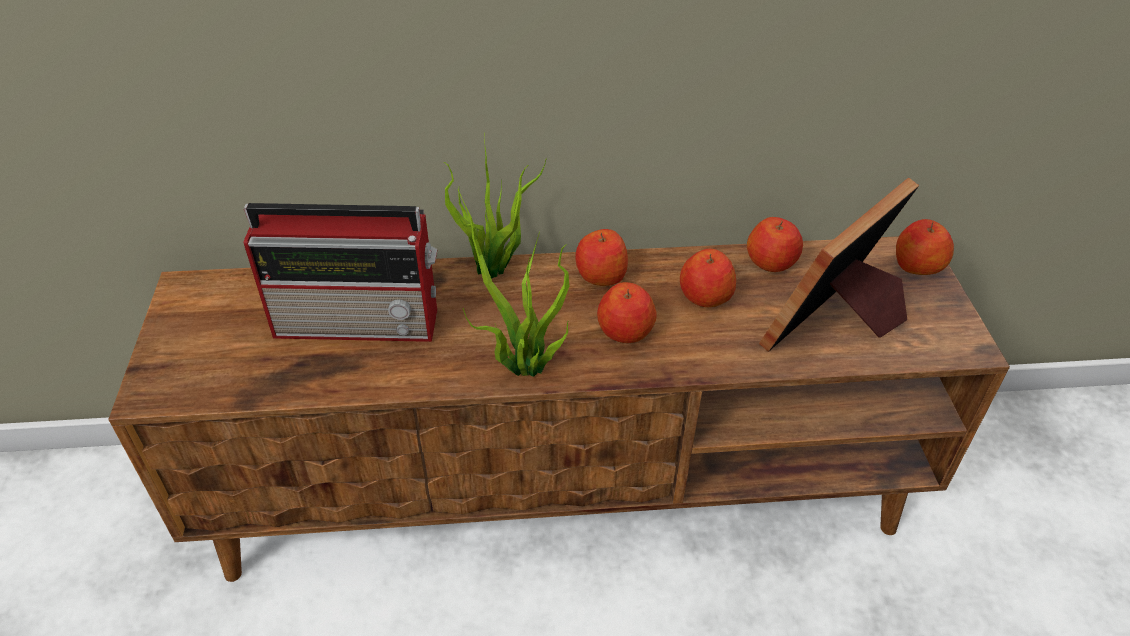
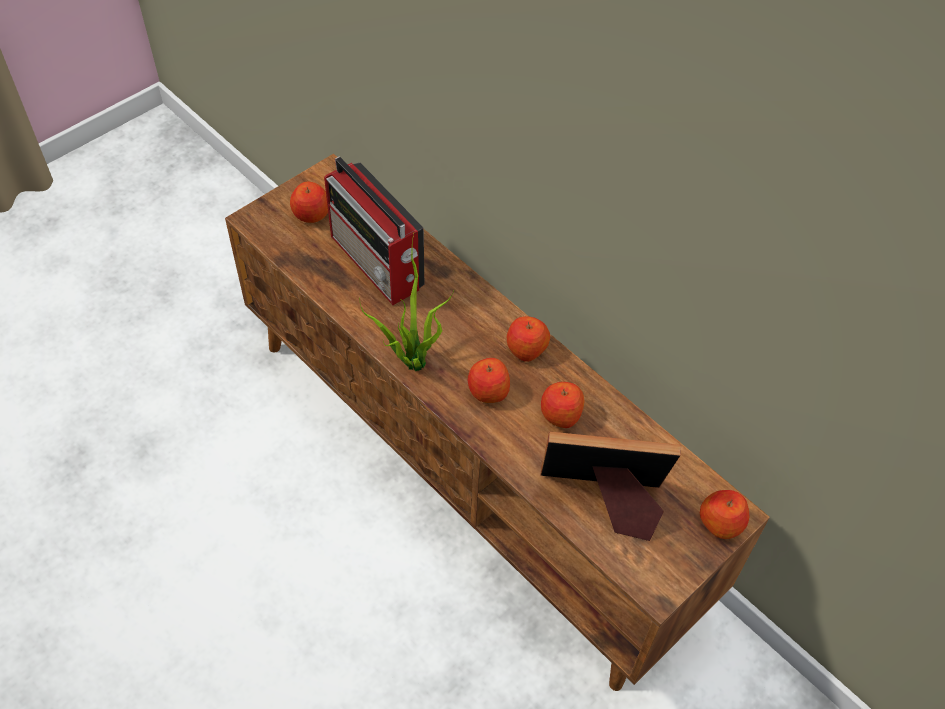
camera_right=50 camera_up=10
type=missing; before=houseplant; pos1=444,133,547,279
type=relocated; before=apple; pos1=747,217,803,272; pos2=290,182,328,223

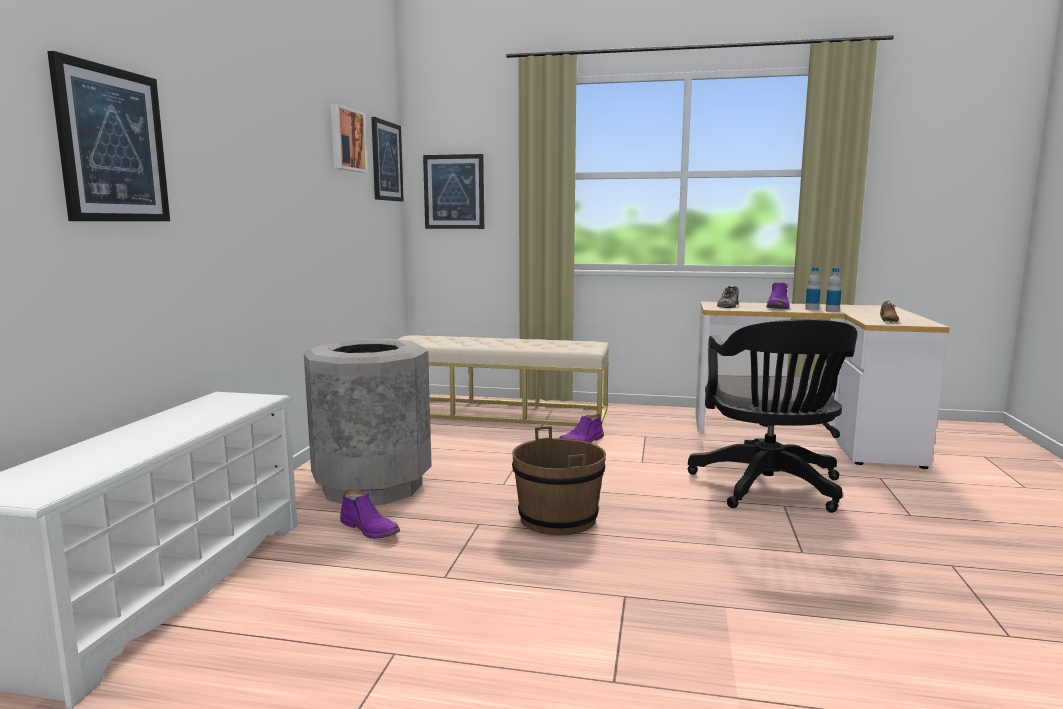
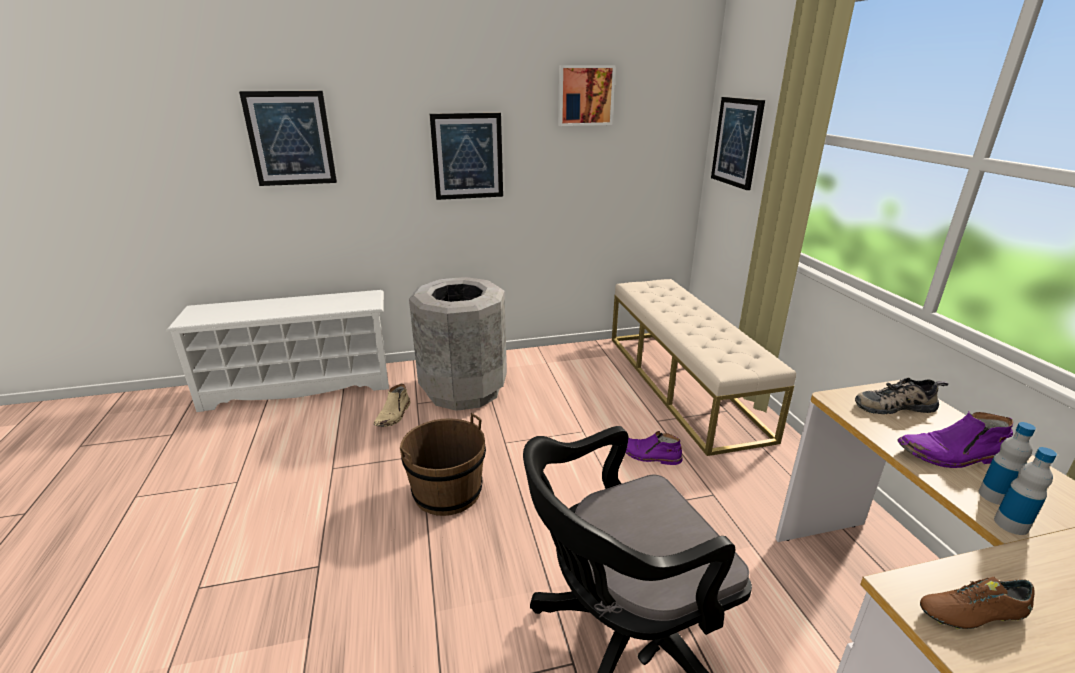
camera_right=65 camera_up=15
type=colour; before=tall boot in purple; after=tall boot in sand-coloured; pos1=340,489,400,539; pos2=373,383,410,427
type=relocated; before=wall picture; pos1=371,117,404,201; pos2=430,113,503,200

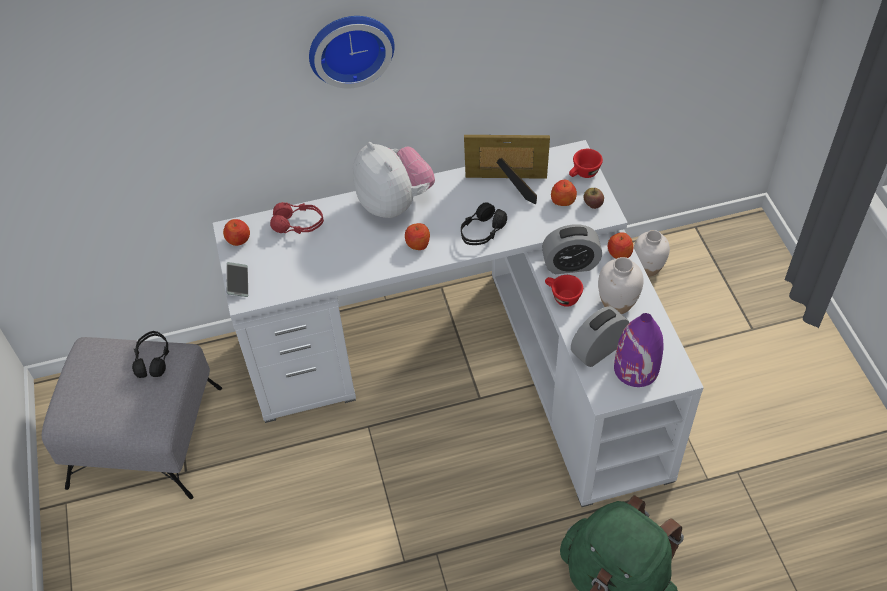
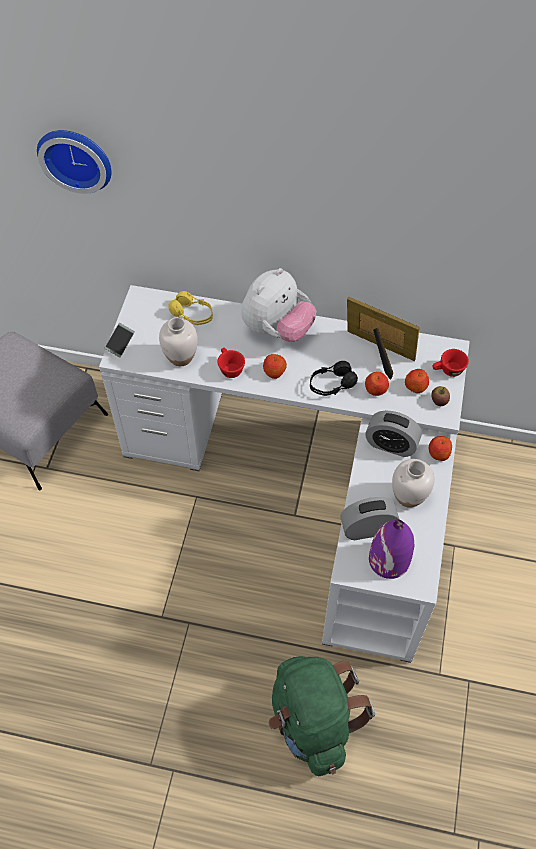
camera_right=25 camera_up=5
type=missing; before=pair of headphones in black-coloured; pos1=132,331,169,378
type=relocated; before=apple; pos1=223,219,250,246; pos2=365,372,389,396
type=colour; before=pair of headphones in red; after=pair of headphones in yellow; pos1=270,202,324,234; pos2=168,291,213,325
type=relocated; before=hanging clock; pos1=309,16,395,89; pos2=37,130,111,194
type=spun; before=plush toy; pos1=353,142,435,218; pos2=241,268,316,342; turn=45
type=relocated; before=cup in red; pos1=545,275,583,307; pos2=218,348,245,378
type=relocated; before=decorative vase in white-coloured; pos1=634,230,670,277; pos2=159,317,198,366

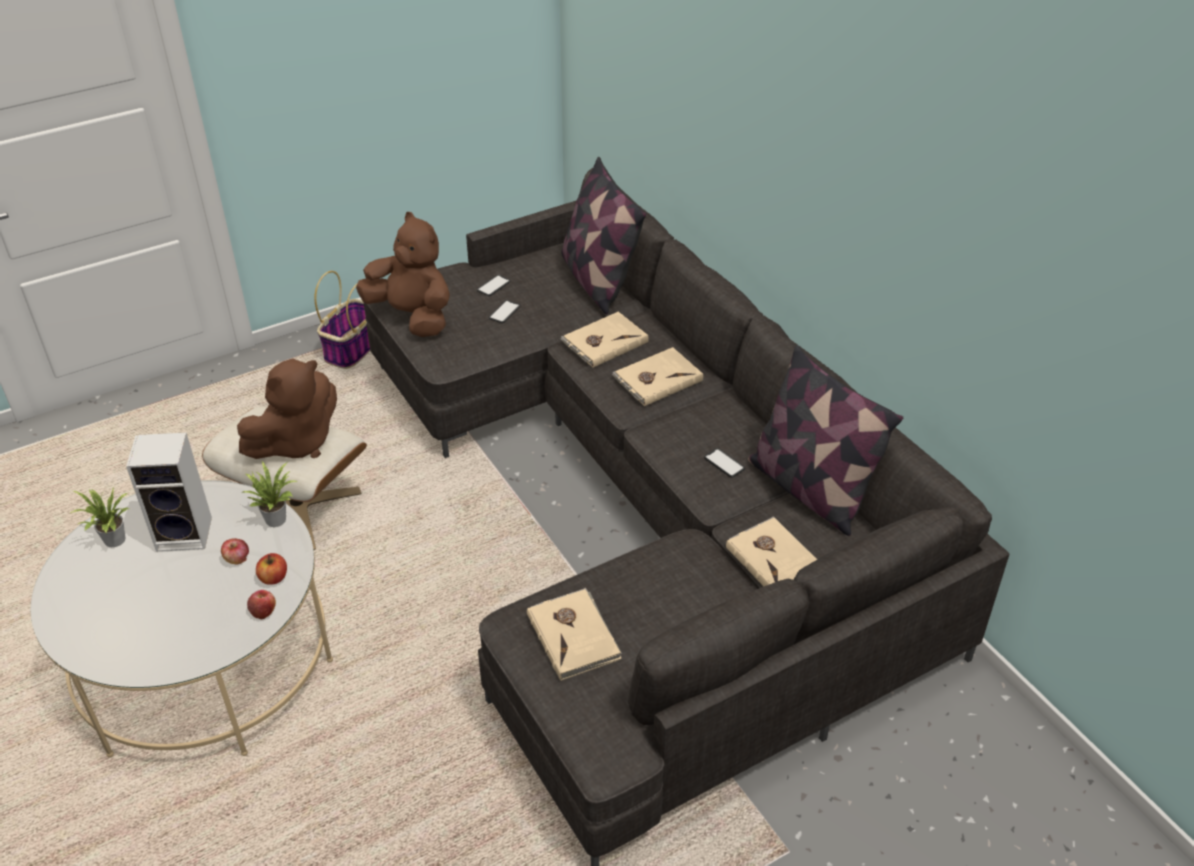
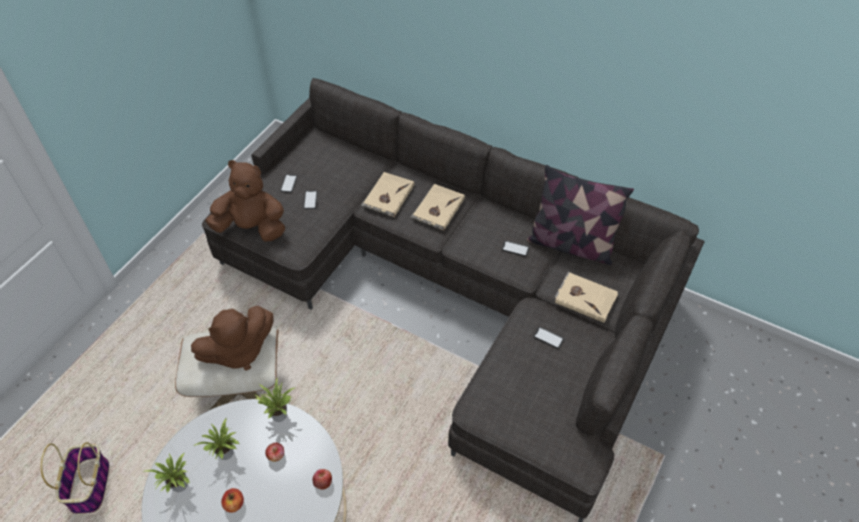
camera_right=-30 camera_up=10
type=exchanged; before=audio speaker; after=houseplant; pos1=126,433,212,552; pos2=194,419,239,460
type=spun; before=plush toy in brownish; pos1=237,358,337,459; pos2=191,306,274,371; turn=45
type=relocated; before=apple; pos1=256,553,287,585; pos2=221,488,244,513
type=relocated; before=storage basket; pos1=314,271,370,369; pos2=41,442,109,514
type=missing; before=volume in sand-coloured; pos1=527,588,622,681
type=missing; before=pillow; pos1=561,157,646,314
type=appeared; after=telephone; pos2=534,327,564,349

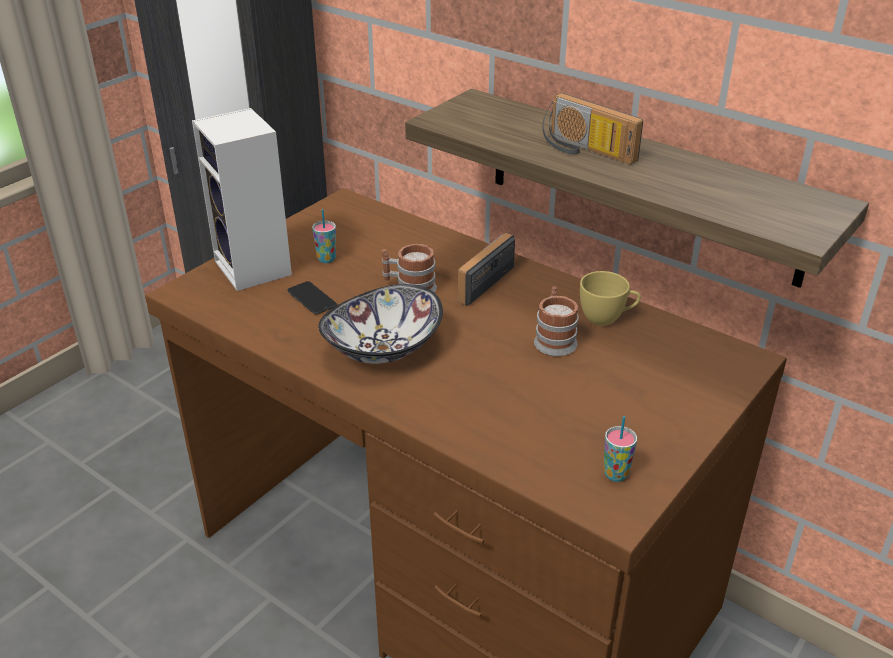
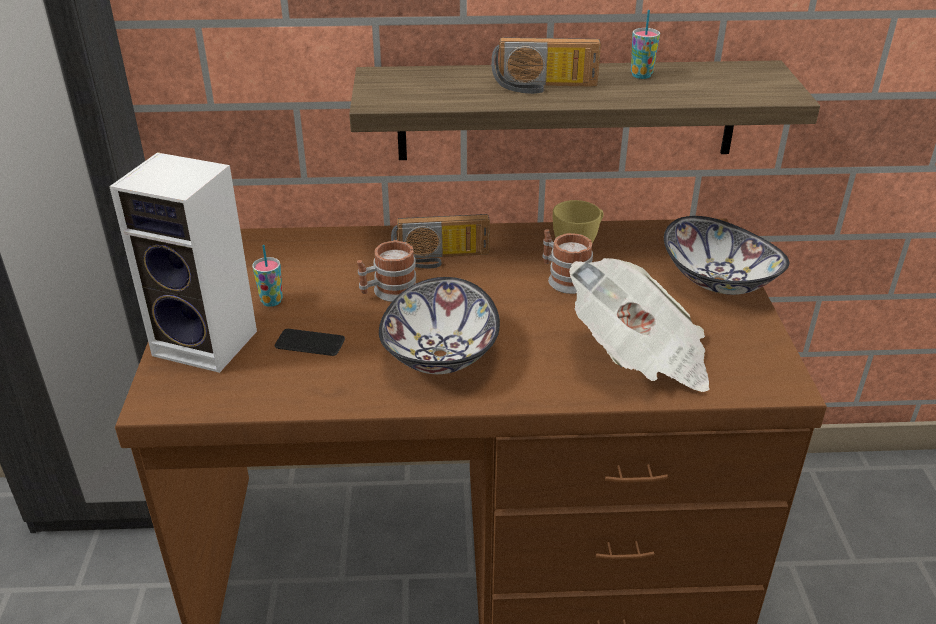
camera_right=-40 camera_up=0
type=spun; before=radio; pos1=458,233,515,306; pos2=391,214,490,268; turn=-90
type=relocated; before=cup; pos1=603,416,637,482; pos2=631,10,660,79
type=appeared; after=daily paper; pos2=569,258,710,392
type=appeared; after=serving bowl; pos2=664,216,789,295

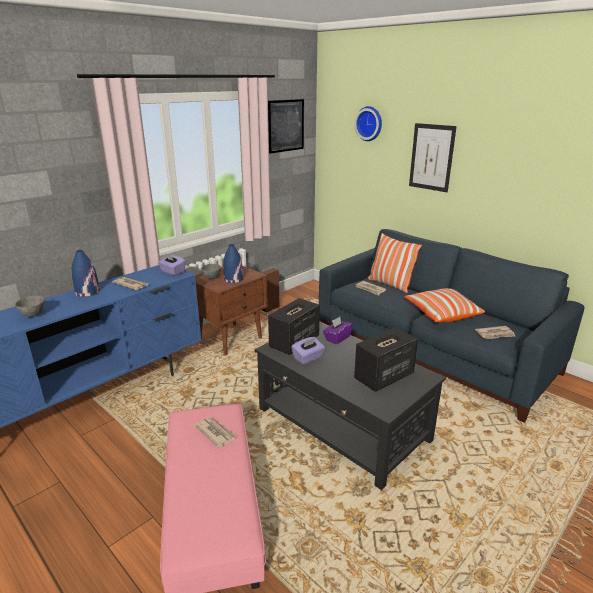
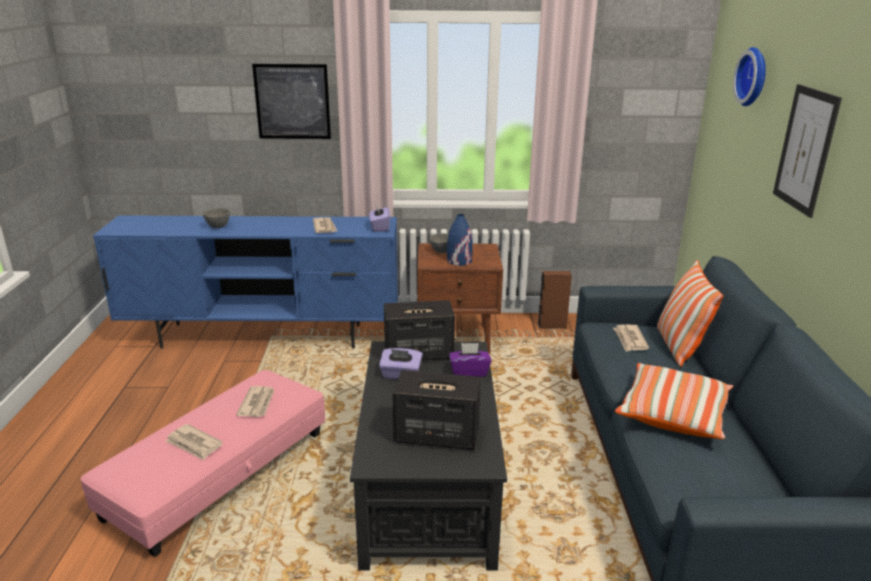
camera_right=45 camera_up=0
type=missing; before=decorative vase in blue-coloured; pos1=72,250,100,297
type=relocated; before=wall picture; pos1=268,99,304,154; pos2=252,64,331,139
type=relocated; before=daily paper; pos1=475,326,515,339; pos2=166,424,223,461

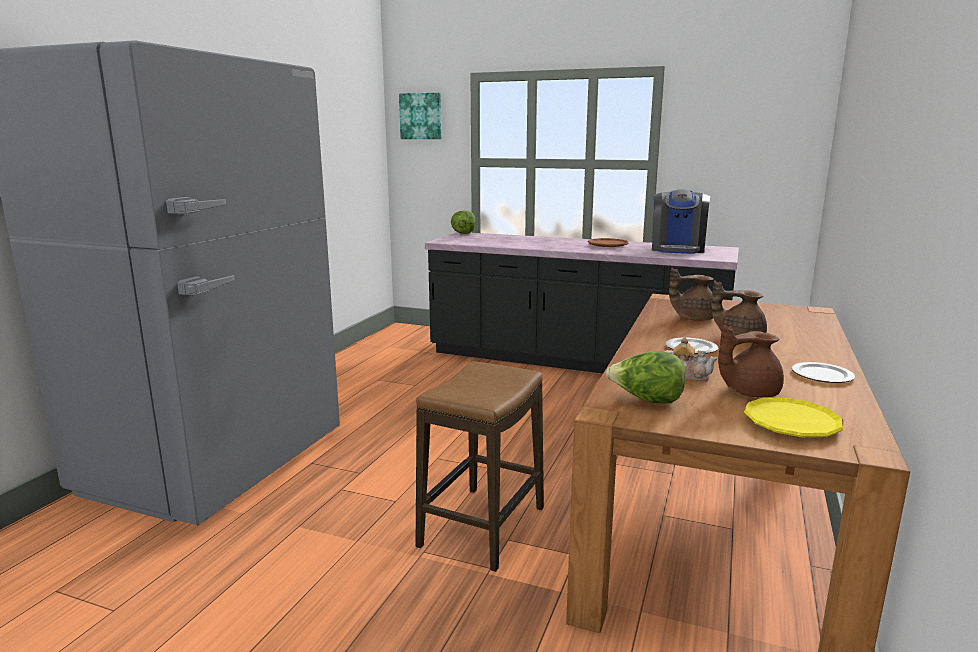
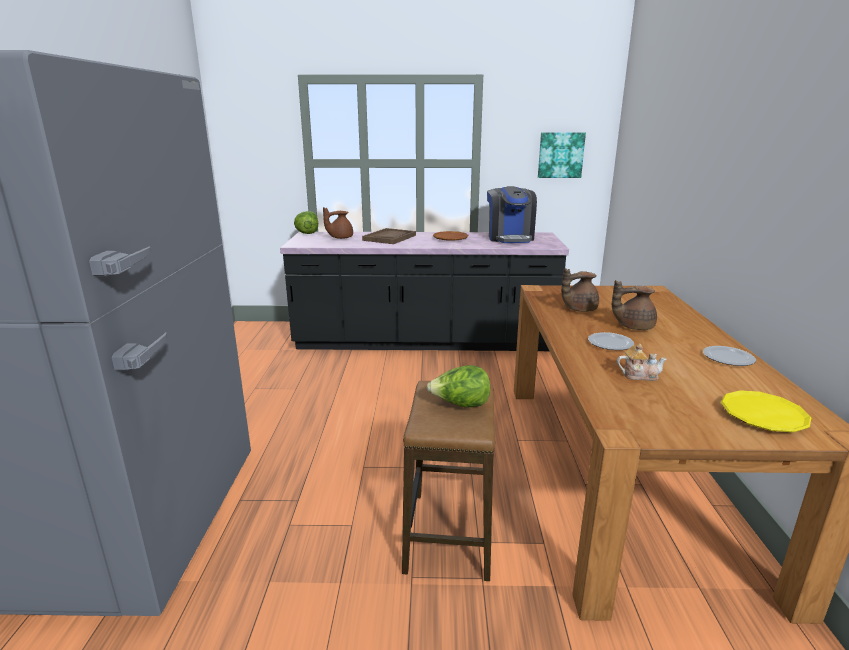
camera_right=-20 camera_up=5
type=relocated; before=wall picture; pos1=399,93,441,139; pos2=538,132,586,178
type=relocated; before=head of lettuce; pos1=606,351,686,403; pos2=427,365,490,408
type=relocated; before=tea pot in brownish; pos1=718,325,784,397; pos2=323,207,353,239
type=appeared; after=serving tray in brownish; pos2=362,228,416,244

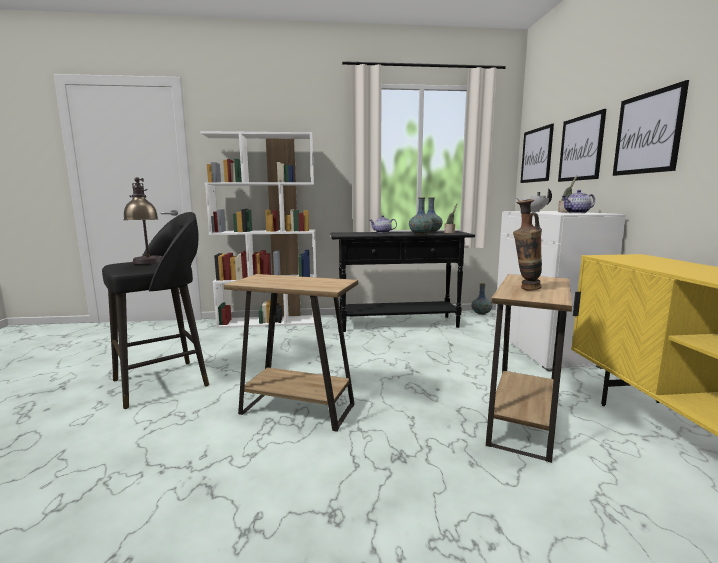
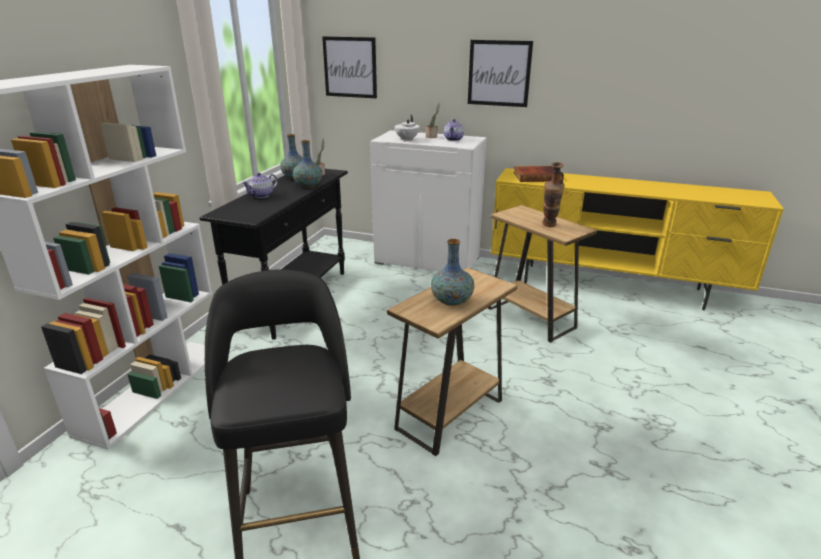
camera_right=-65 camera_up=15
type=missing; before=table lamp; pos1=123,177,162,264
type=relocated; before=decorative vase; pos1=471,283,492,315; pos2=431,239,475,306
type=missing; before=wall picture; pos1=558,109,606,182
type=appeared; after=volume; pos2=513,166,561,182

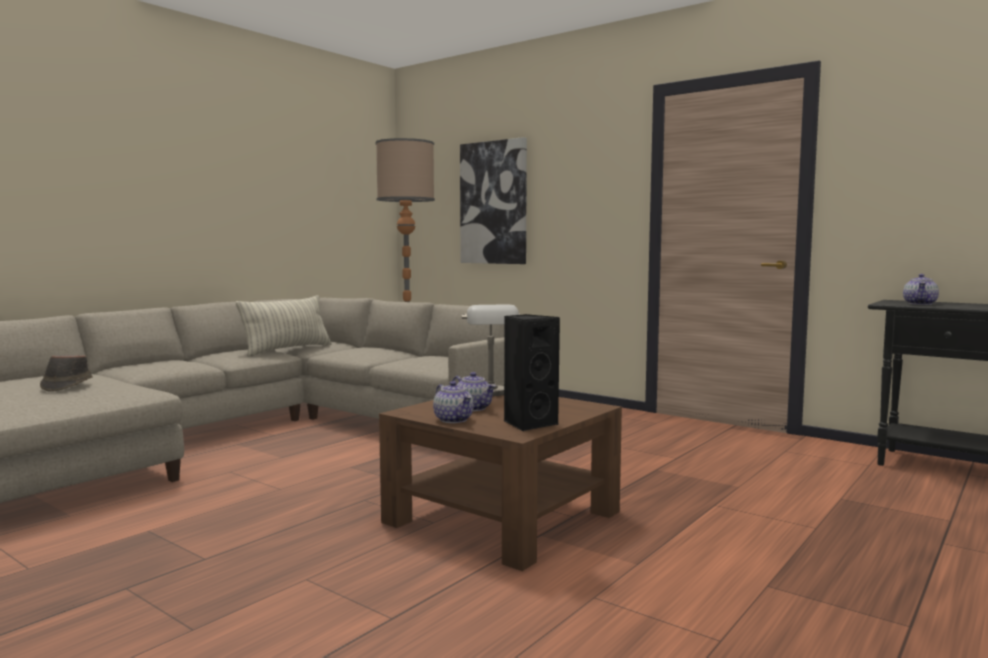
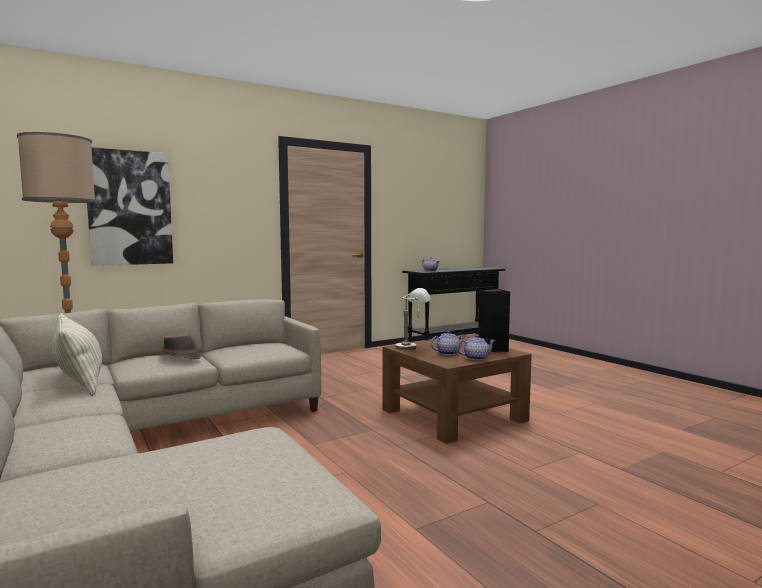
camera_right=-70 camera_up=0
type=relocated; before=clothing hat in brownish; pos1=40,355,93,392; pos2=159,333,201,359

